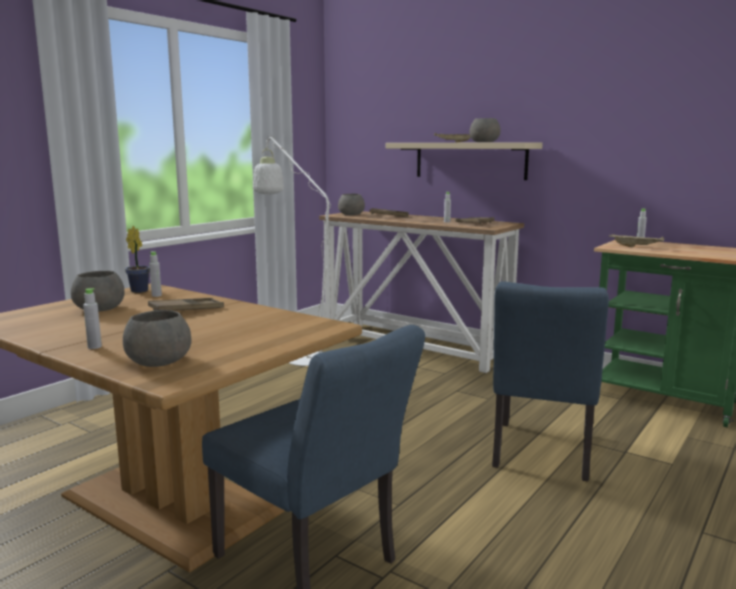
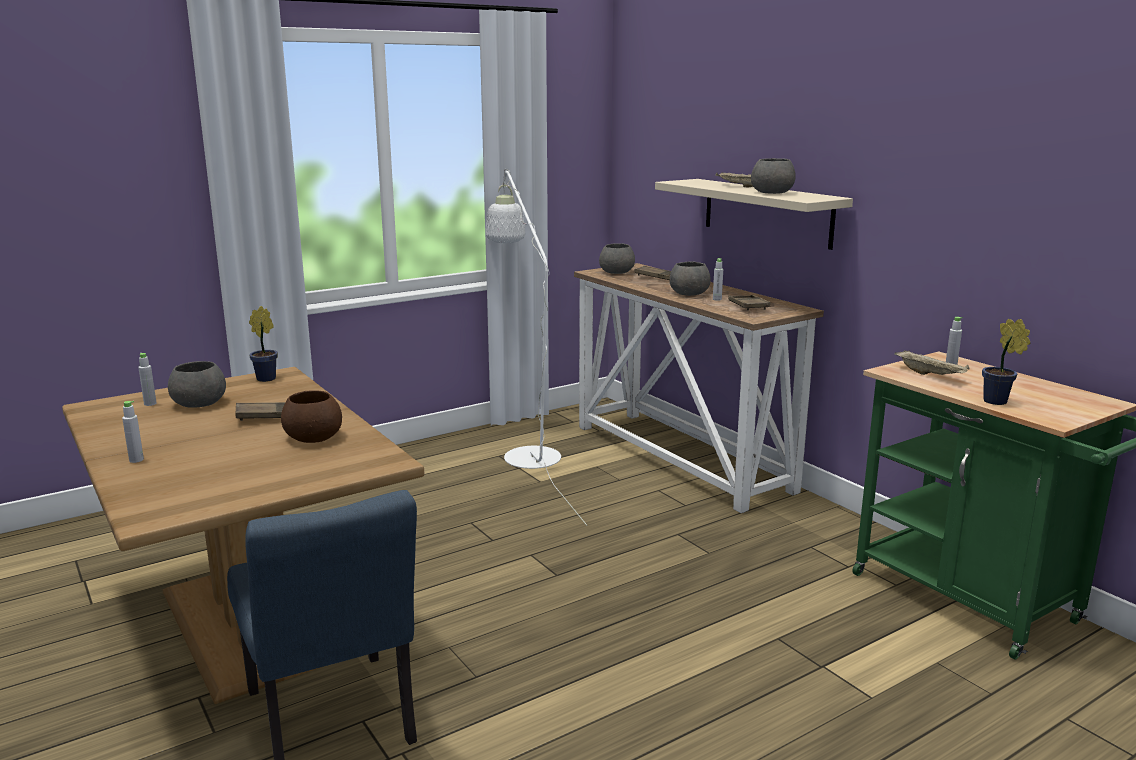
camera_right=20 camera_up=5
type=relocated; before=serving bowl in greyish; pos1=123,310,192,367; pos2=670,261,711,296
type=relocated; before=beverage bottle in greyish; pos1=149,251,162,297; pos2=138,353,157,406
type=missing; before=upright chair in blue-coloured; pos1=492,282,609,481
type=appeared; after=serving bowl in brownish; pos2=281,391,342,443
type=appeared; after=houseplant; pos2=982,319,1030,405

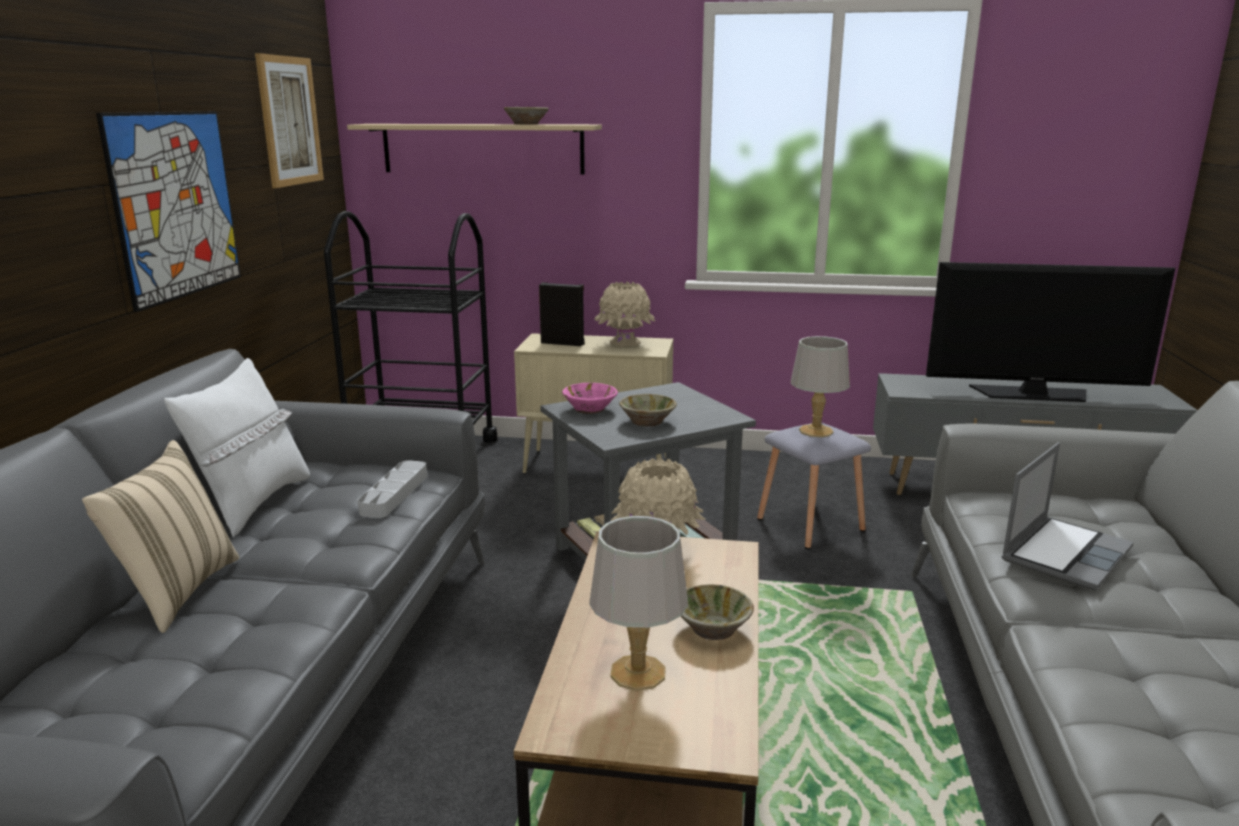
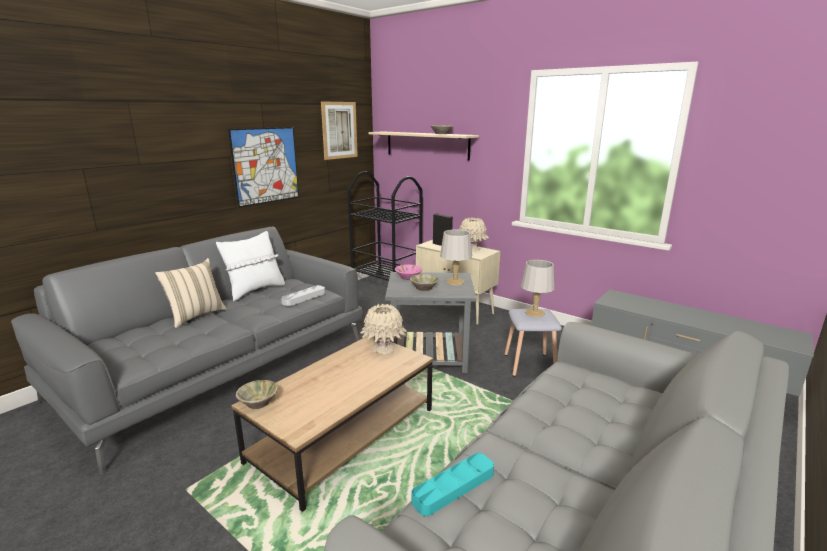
camera_right=30 camera_up=0
type=relocated; before=table lamp in greyish; pos1=589,516,688,691; pos2=440,229,472,285
type=relocated; before=serving bowl in sand-coloured; pos1=680,584,754,640; pos2=236,380,278,409
type=missing; before=TV; pos1=926,262,1175,402
type=missing; before=portable computer; pos1=1002,442,1134,590
type=appeared; after=serving tray in blue-green; pos2=412,453,494,516

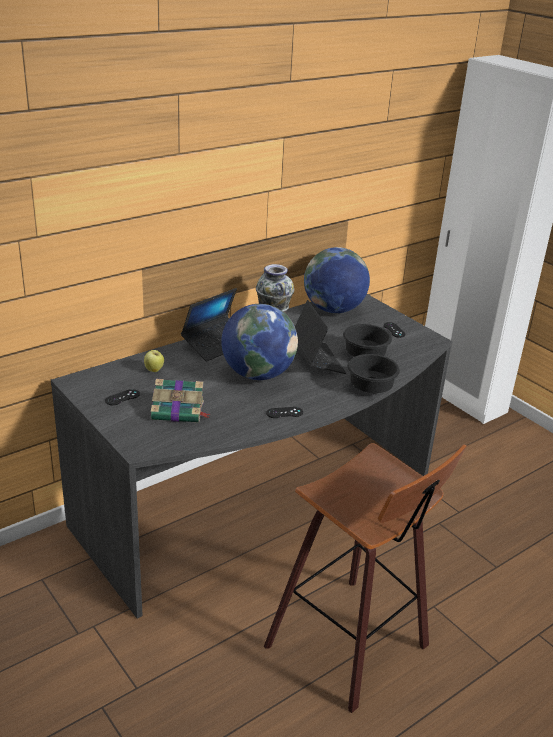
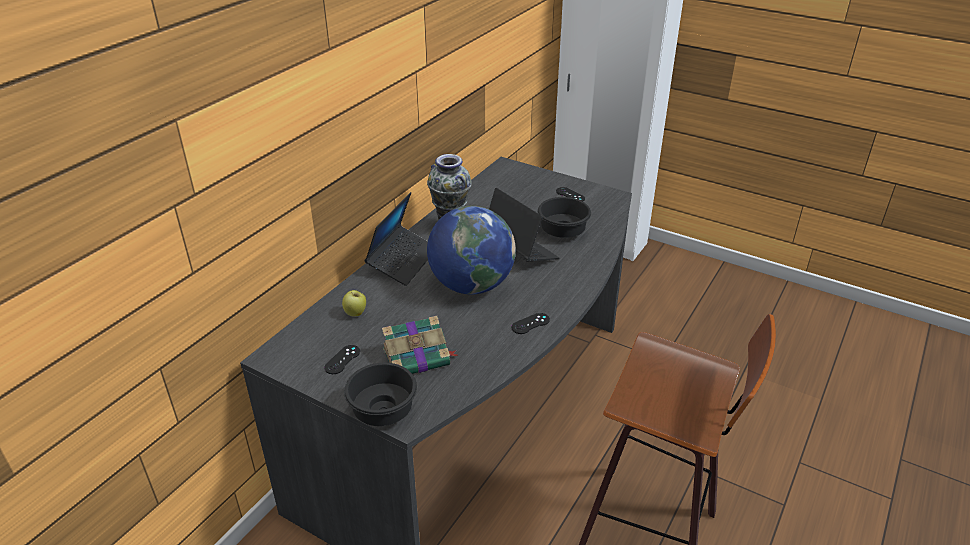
camera_right=-20 camera_up=5
type=missing; before=globe; pos1=304,247,370,313
type=relocated; before=serving bowl in black-coloured; pos1=347,354,400,393; pos2=344,363,417,426

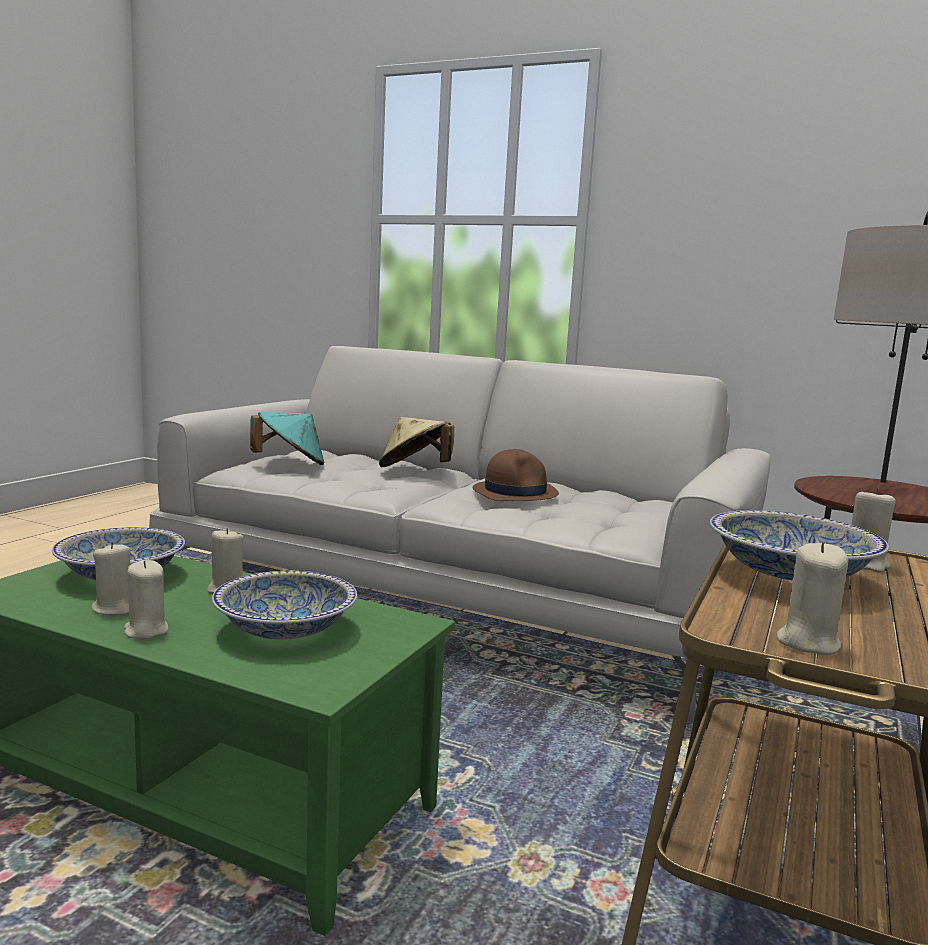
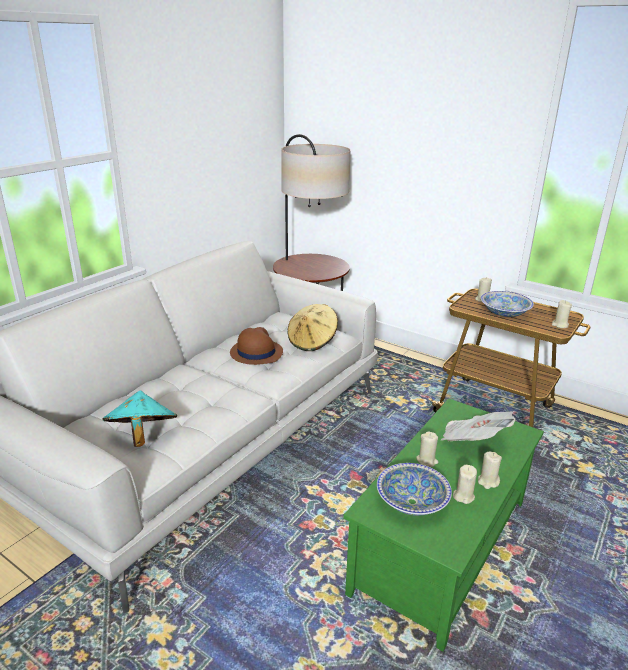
camera_right=-80 camera_up=15
type=exchanged; before=serving bowl; after=daily paper; pos1=212,571,357,640; pos2=441,412,515,441
type=relocated; before=clothing hat in sand-coloured; pos1=379,417,454,467; pos2=287,304,338,351

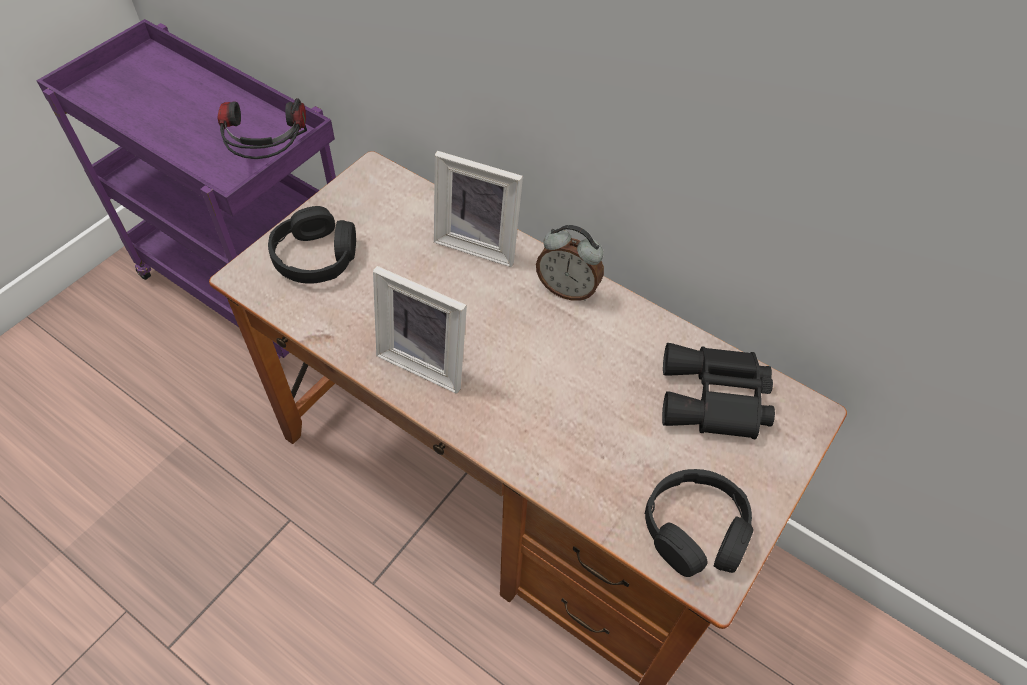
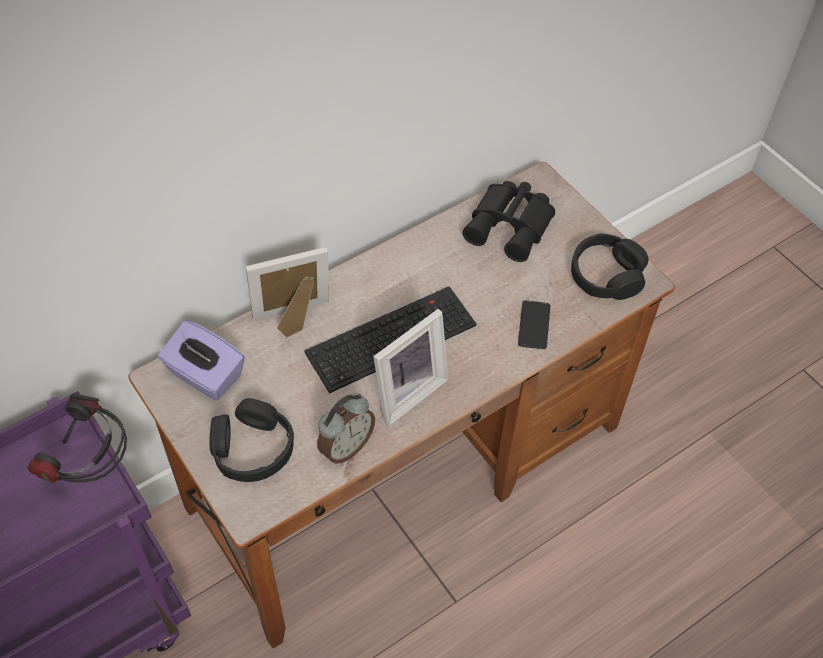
camera_right=-70 camera_up=0
type=spun; before=photo frame; pos1=434,151,523,267; pos2=246,247,329,337; turn=-150
type=relocated; before=bedside clock; pos1=536,225,604,301; pos2=317,394,375,464
type=appeared; after=box of tissues in purple; pos2=158,320,245,401
type=appeared; after=computer keyboard; pos2=304,286,477,393
type=appeared; after=telephone; pos2=518,300,550,349

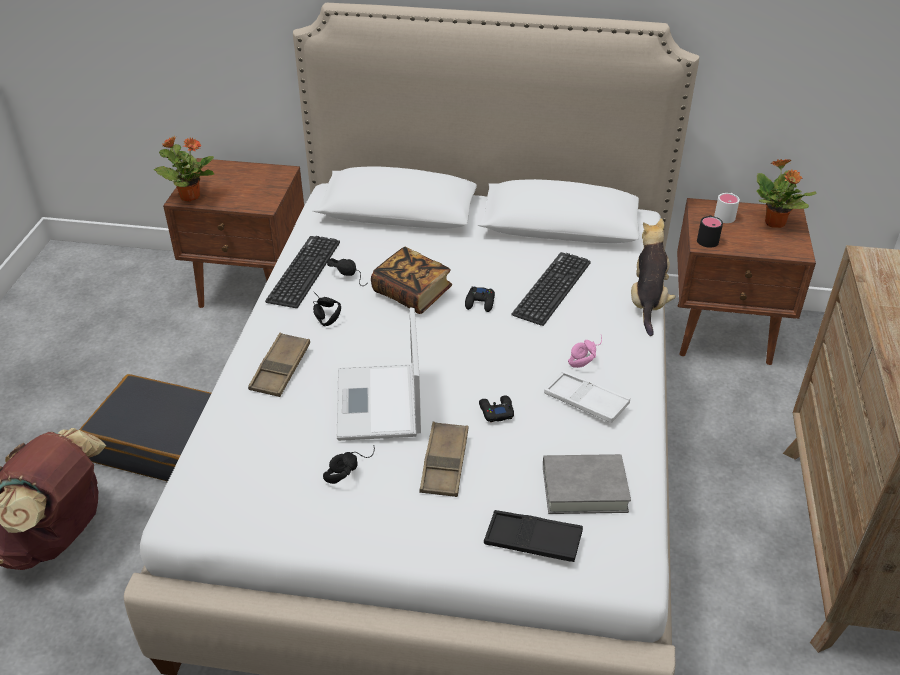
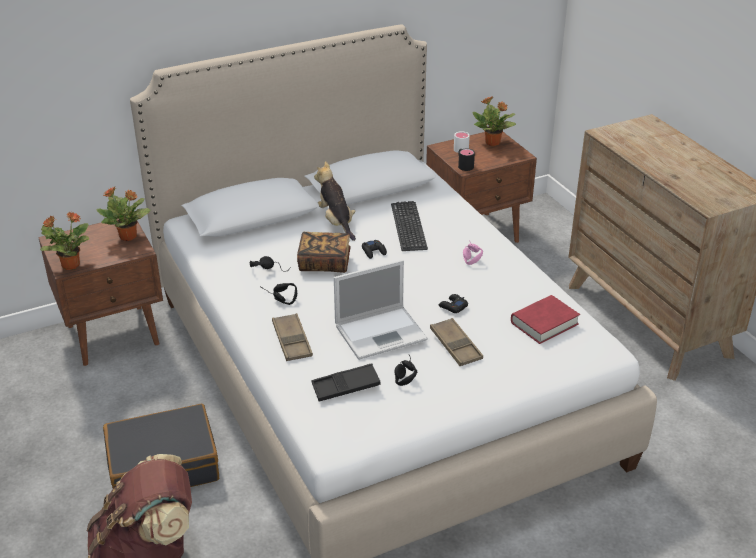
camera_right=-35 camera_up=-5
type=missing; before=computer keyboard; pos1=265,236,340,308
type=spun; before=portable computer; pos1=337,308,421,441; pos2=334,260,428,360; turn=-75
type=relocated; before=serving tray in black-coloured; pos1=484,510,583,562; pos2=311,363,381,401
type=colour; before=volume in greyish; after=volume in red; pos1=543,454,631,514; pos2=511,295,580,344
type=missing; before=serving tray in white-coloured; pos1=544,371,630,423
type=relocated; before=plush toy; pos1=631,218,676,336; pos2=314,161,356,241
type=appeared; after=houseplant; pos2=96,186,151,241

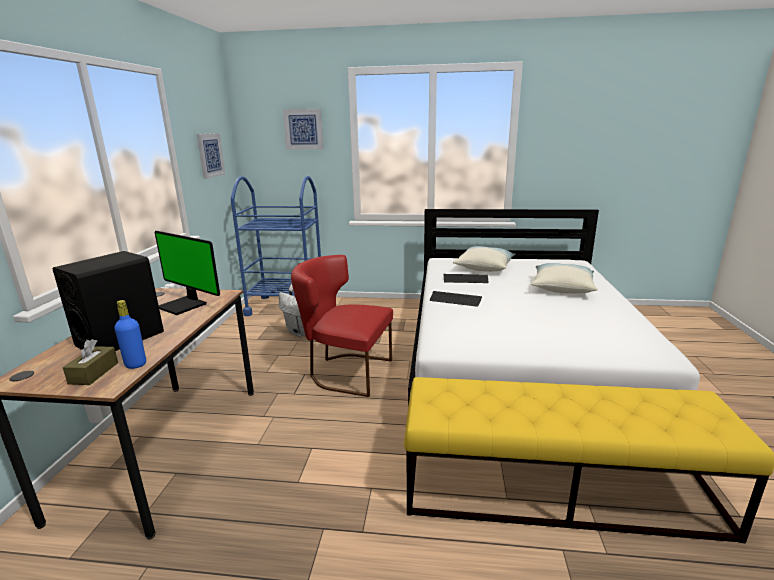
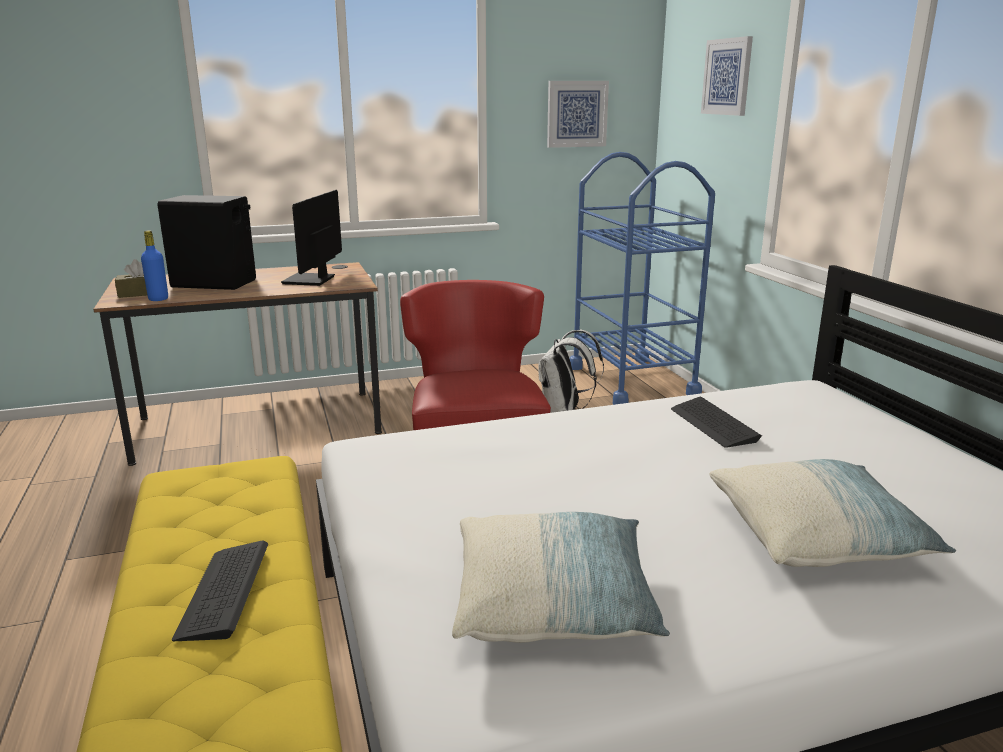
camera_right=65 camera_up=0
type=relocated; before=computer keyboard; pos1=430,291,482,307; pos2=172,541,268,641
type=relocated; before=pillow; pos1=453,246,515,272; pos2=452,512,670,643

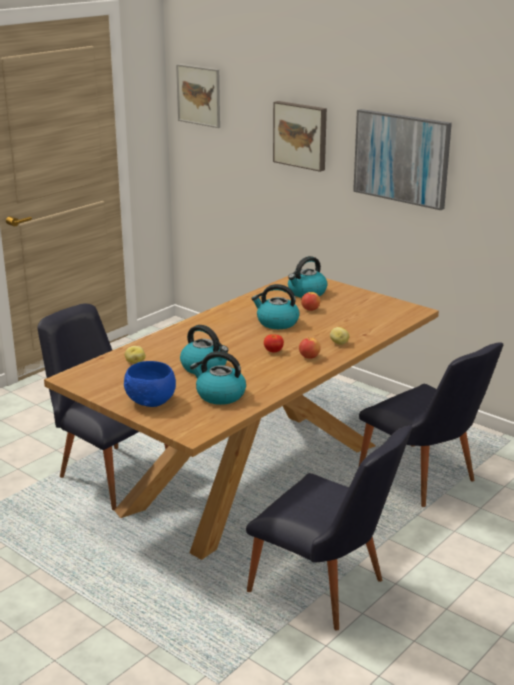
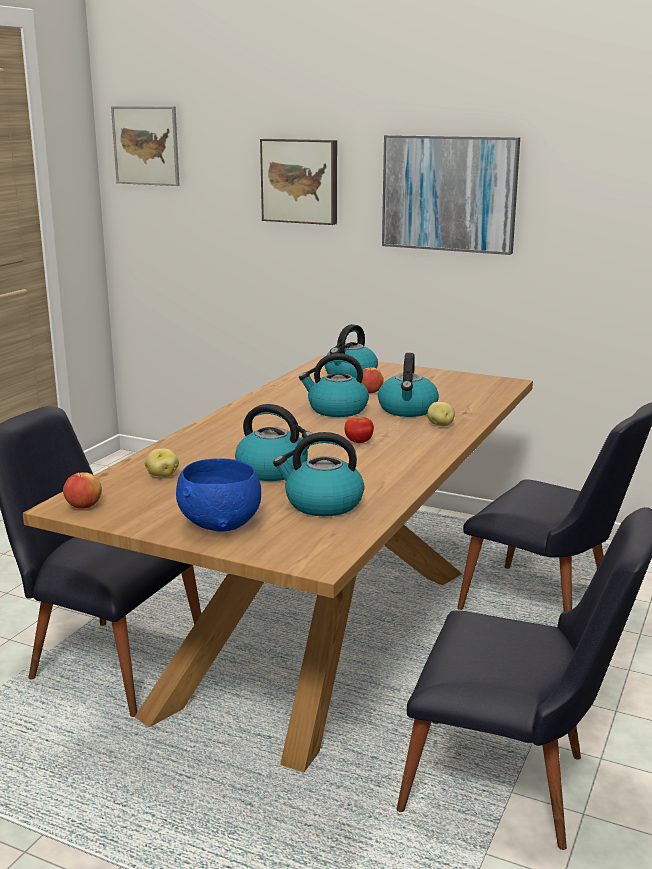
camera_right=-15 camera_up=-5
type=relocated; before=apple; pos1=299,337,321,359; pos2=63,472,102,509
type=appeared; after=kettle; pos2=378,353,439,417

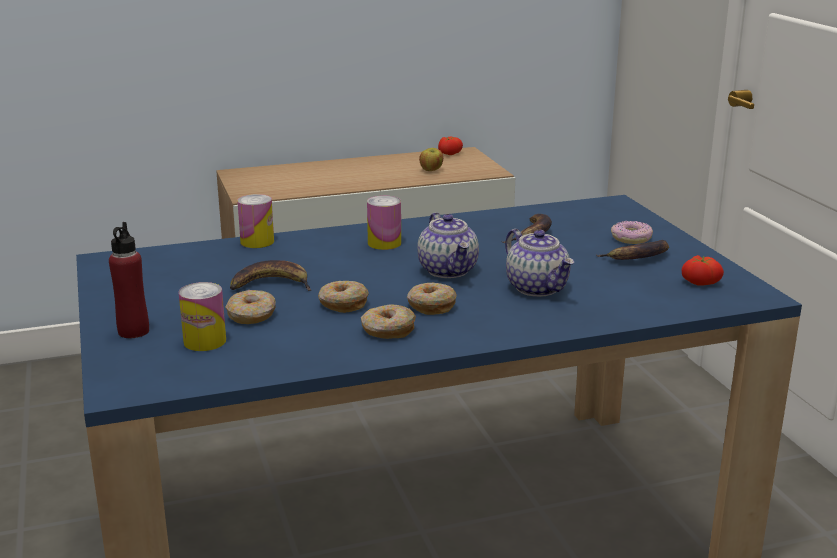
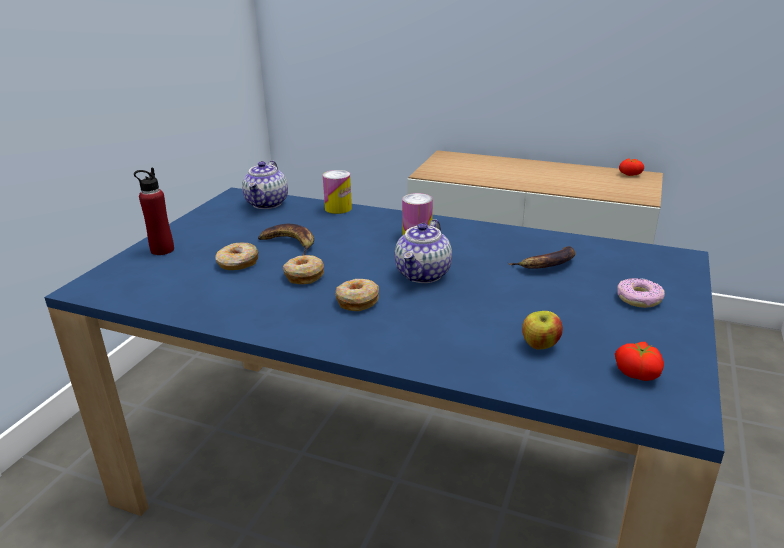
camera_right=40 camera_up=5
type=missing; before=sealed can; pos1=179,282,226,351
type=missing; before=donut; pos1=361,304,416,339
type=relocated; before=apple; pos1=419,148,443,171; pos2=522,311,563,349
type=relocated; before=tea pot; pos1=505,229,574,297; pos2=242,160,288,209
type=missing; before=banana fruit; pos1=596,240,669,260

